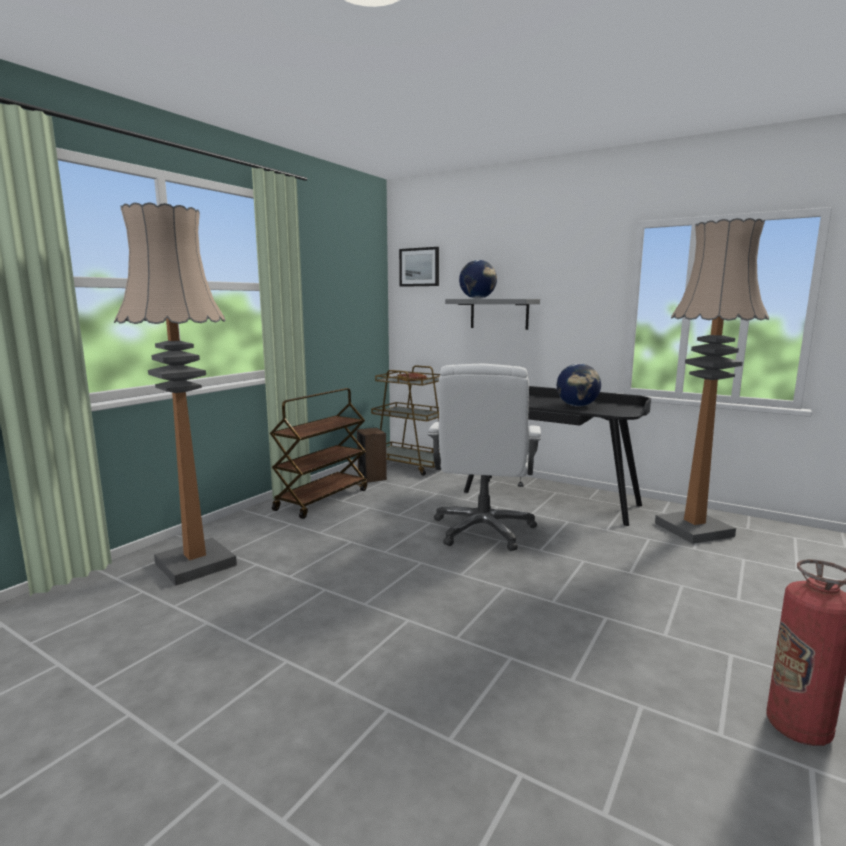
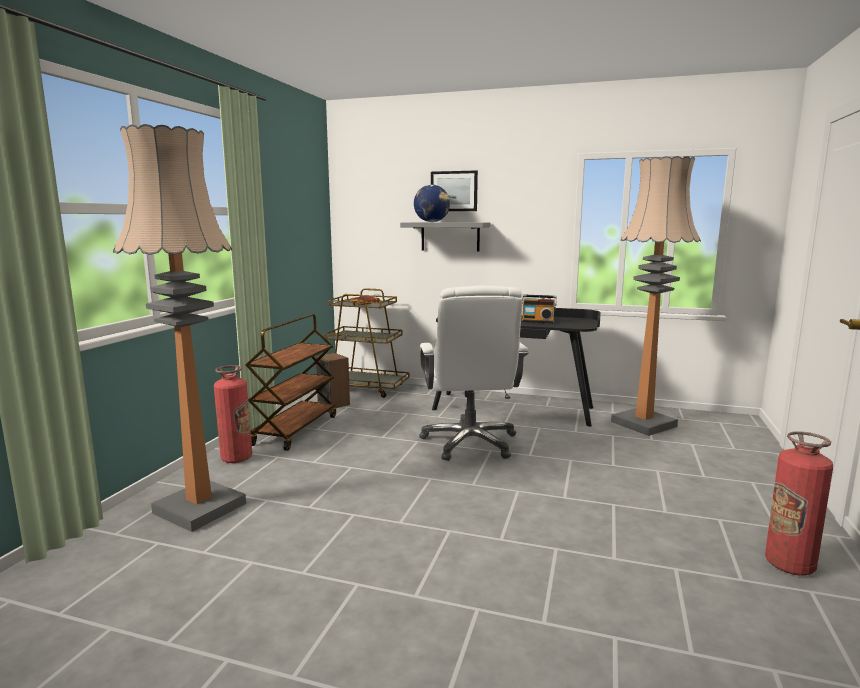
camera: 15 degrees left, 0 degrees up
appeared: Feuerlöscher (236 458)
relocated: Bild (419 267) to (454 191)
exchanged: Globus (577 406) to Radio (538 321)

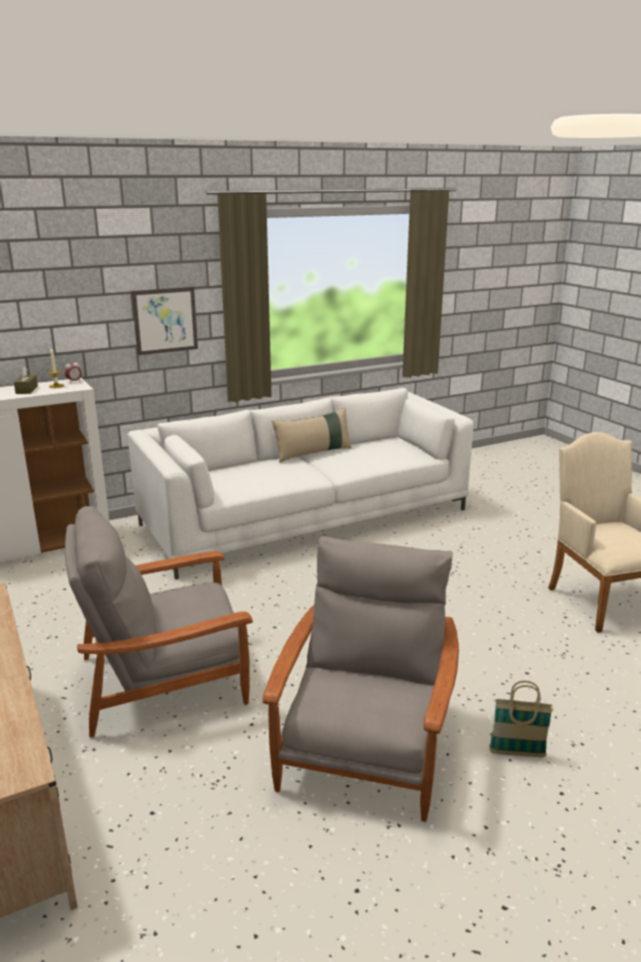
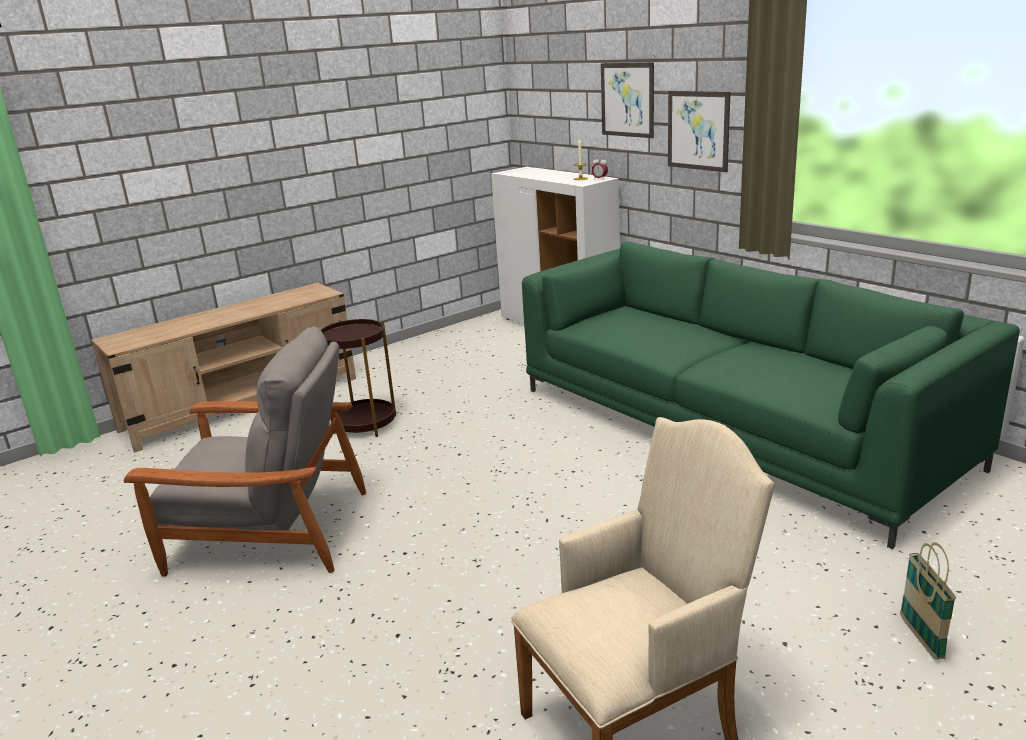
camera: 80 degrees right, 0 degrees up
missing: Taschentuchbox [braun] (26 390); Kissen [beige] (313 453)
appeared: Bild (627 100)
relocated: Korb (517 753) to (921 638)
exchanged: Sessel [grau] (165 679) to Beistelltisch [braun] (365 424)
colour: Sofa [weiß] (306 517) to Sofa [grün] (729 426)

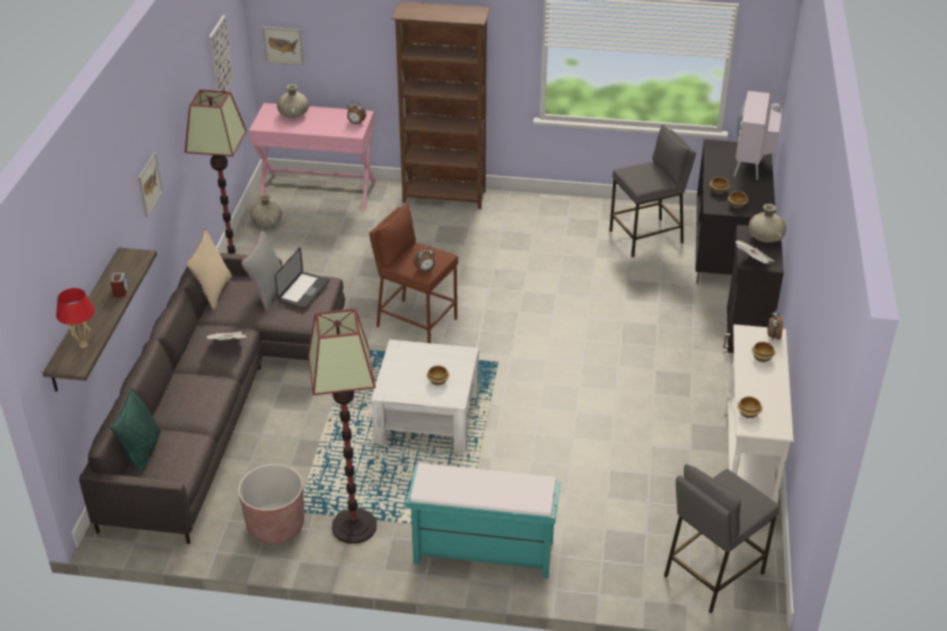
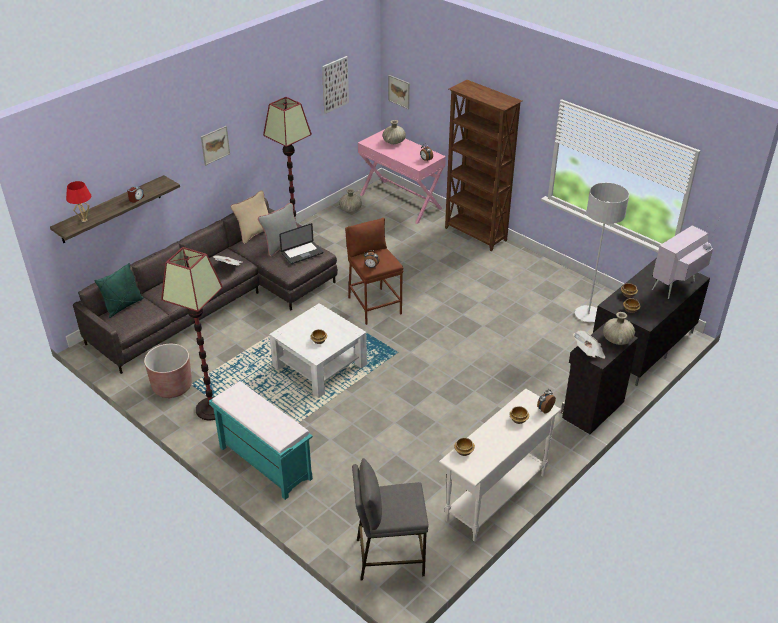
camera: 35 degrees right, 0 degrees up
exchanged: Hocker [grau] (647 237) to Stehlampe [grau] (588 315)

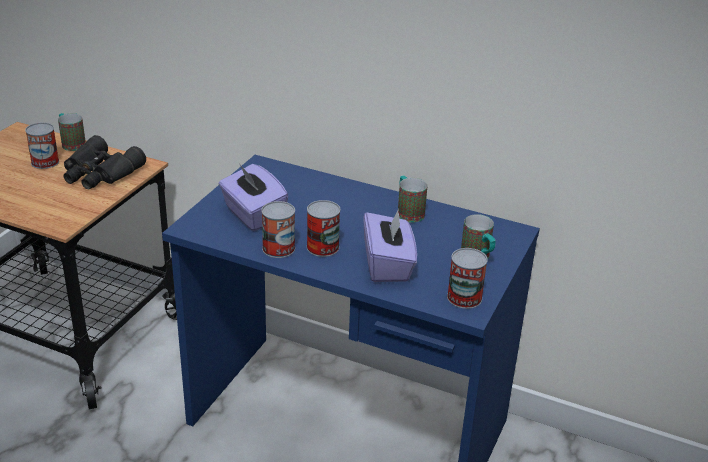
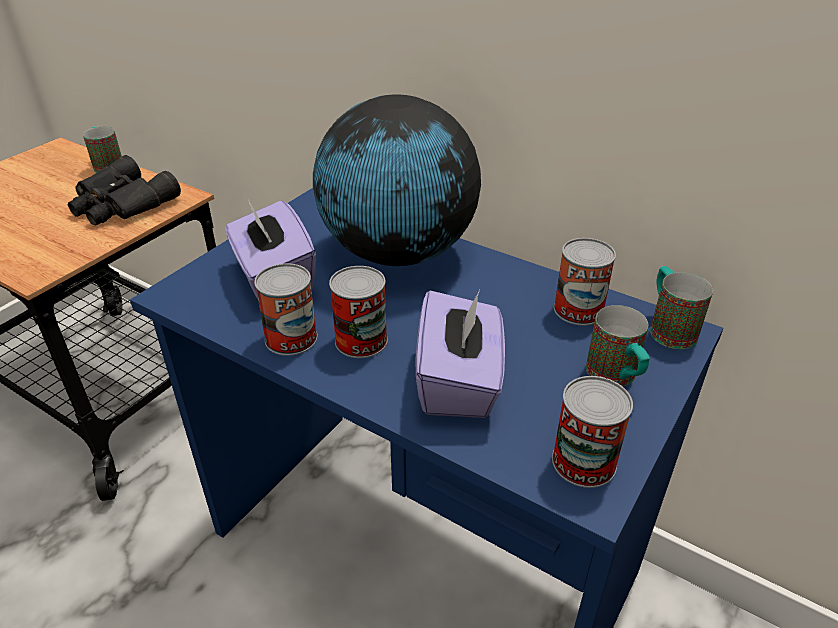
camera: 10 degrees right, 5 degrees up
appeared: Globus (397 253)
relocated: Dose (45 162) to (578 310); Henkelbecher (408 212) to (668 327)

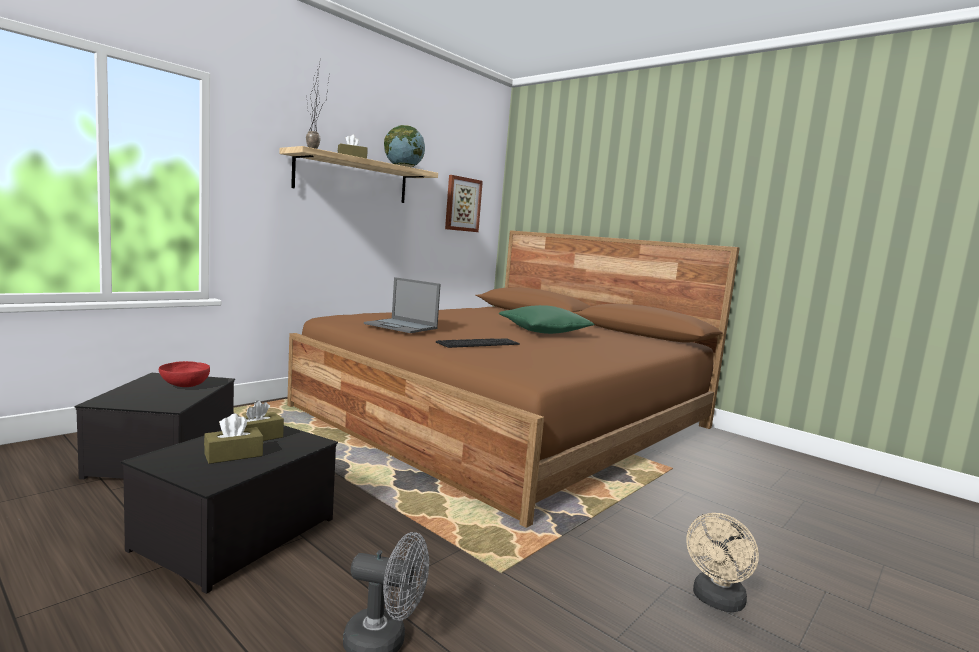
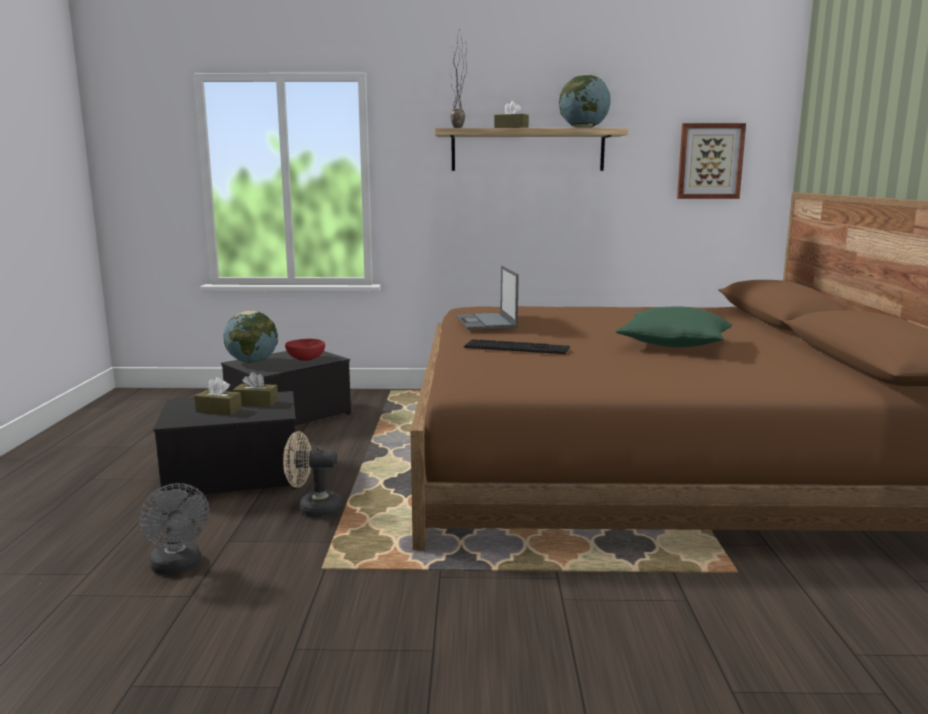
camera: 50 degrees right, 5 degrees up
appeared: Globus (252 362)
relocated: Ventilator [beige] (716 601) to (313 509)

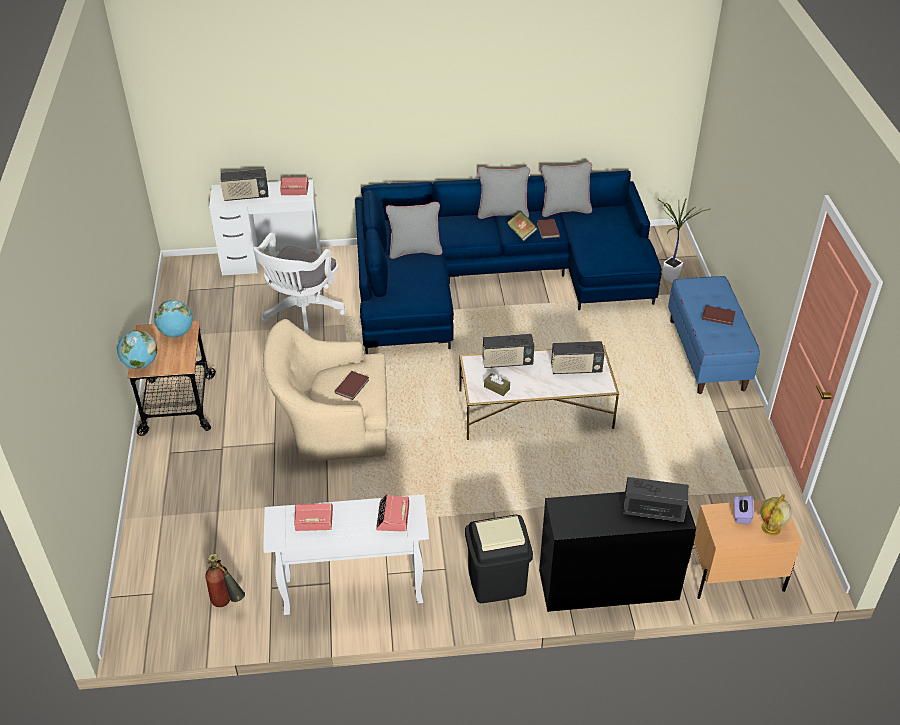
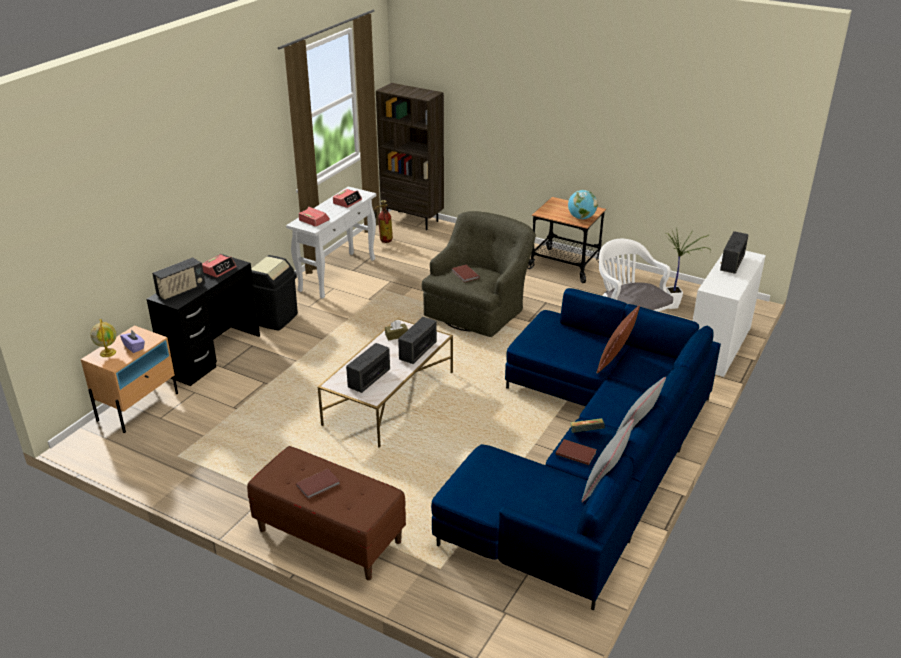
camera: 125 degrees right, 10 degrees down
missing: Globus (140 364)
appeared: Bücherregal [braun] (413 220)
relocated: Wecker (294 189) to (219 269); Topfpflanze (669 276) to (675 307)
colour: Sessel [beige] (332 426) to Sessel [grün] (478 309); Kissen [grau] (415 251) to Kissen [braun] (615 362); Bank [blau] (707 355) to Bank [braun] (329 536)

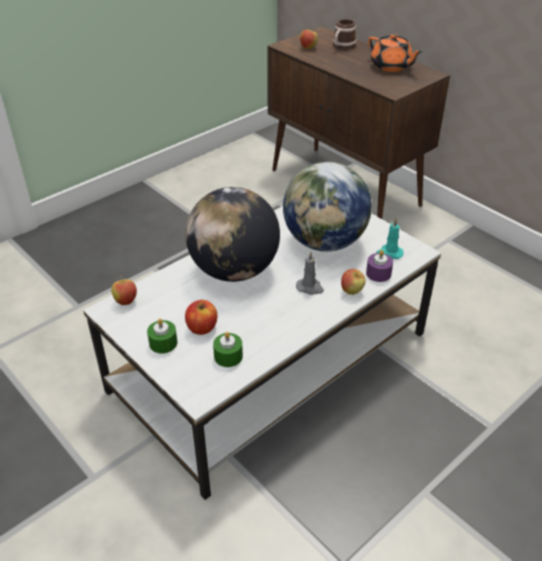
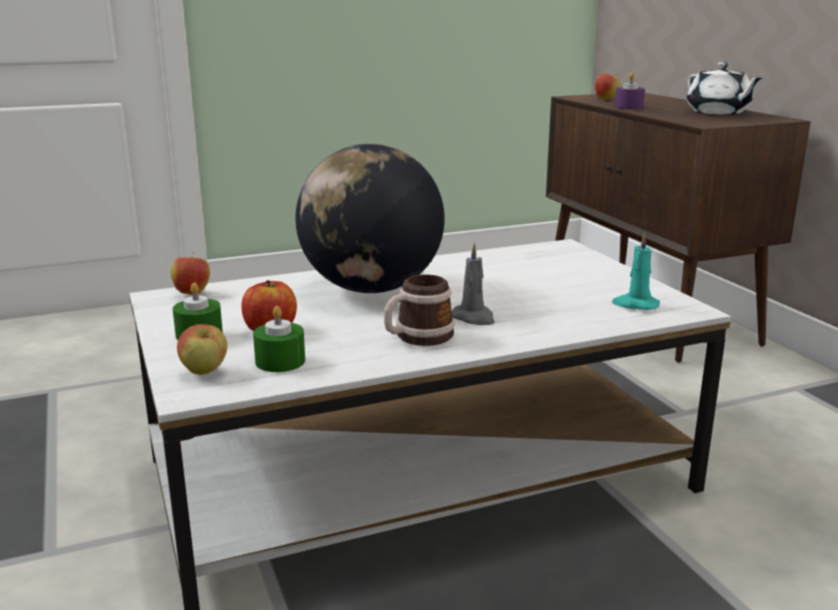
camera: 20 degrees right, 20 degrees down
missing: Globus (325 242)
relocated: Henkelbecher (342 46) to (417 337); Apfel (352 291) to (205 373); Kerze [lila] (378 273) to (629 107)
colour: Teekanne [orange] (391 67) to Teekanne [weiß] (718 112)

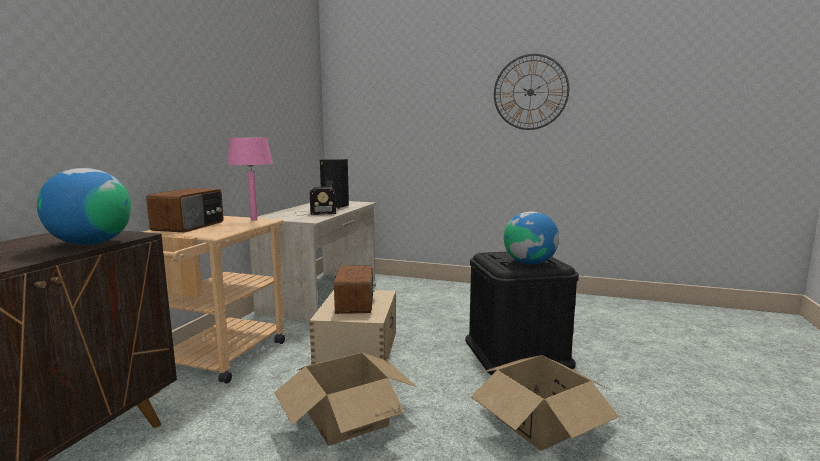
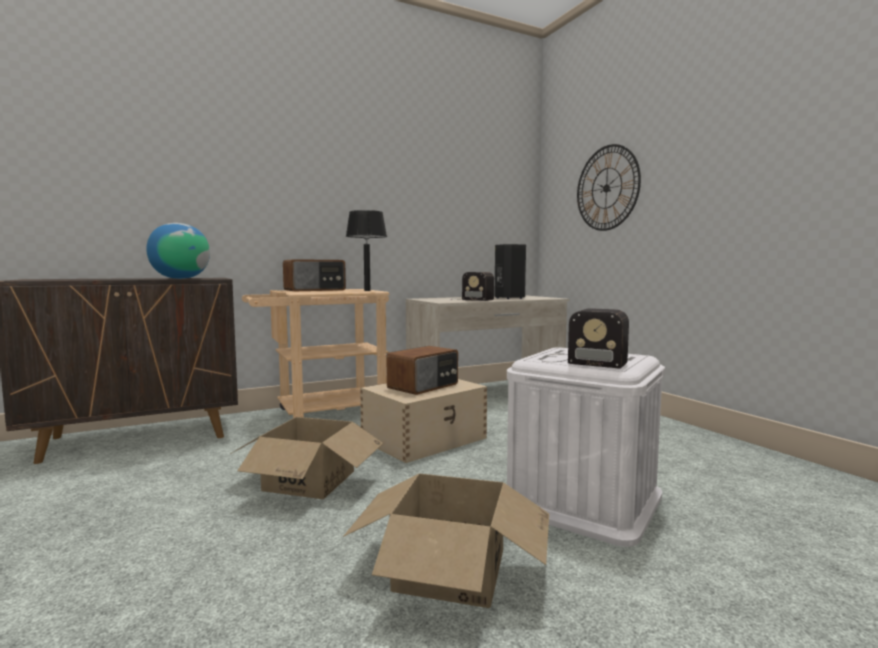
camera: 45 degrees right, 5 degrees down
relocated: Wanduhr (530 92) to (606 188)
exchanged: Globus (529 263) to Radio (579 360)
colour: Tischlampe [rosa] (254 220) to Tischlampe [schwarz] (367 290); Aufbewahrungsbox [schwarz] (517 352) to Aufbewahrungsbox [weiß] (582 500)

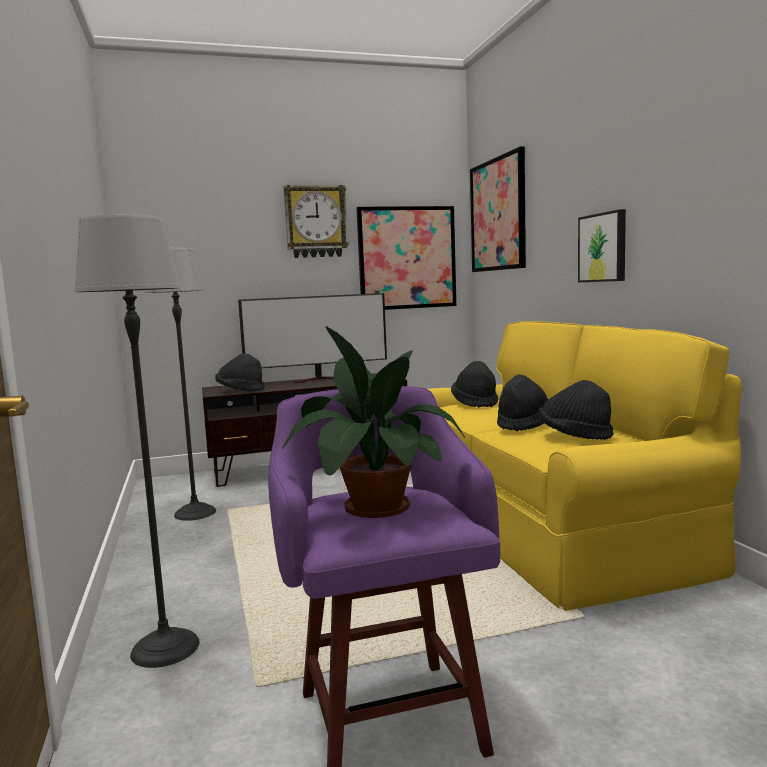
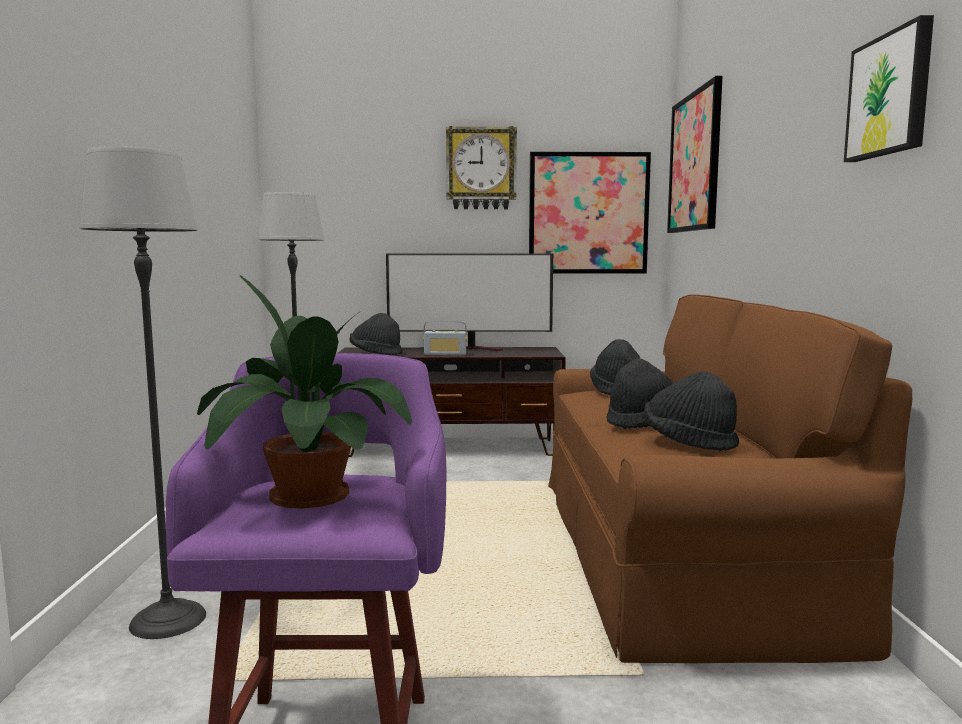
camera: 15 degrees right, 0 degrees up
appeared: Radio (445 354)
relocated: Bild (603 247) to (890 95)
colour: Sofa [gelb] (542 523) to Sofa [braun] (672 549)

